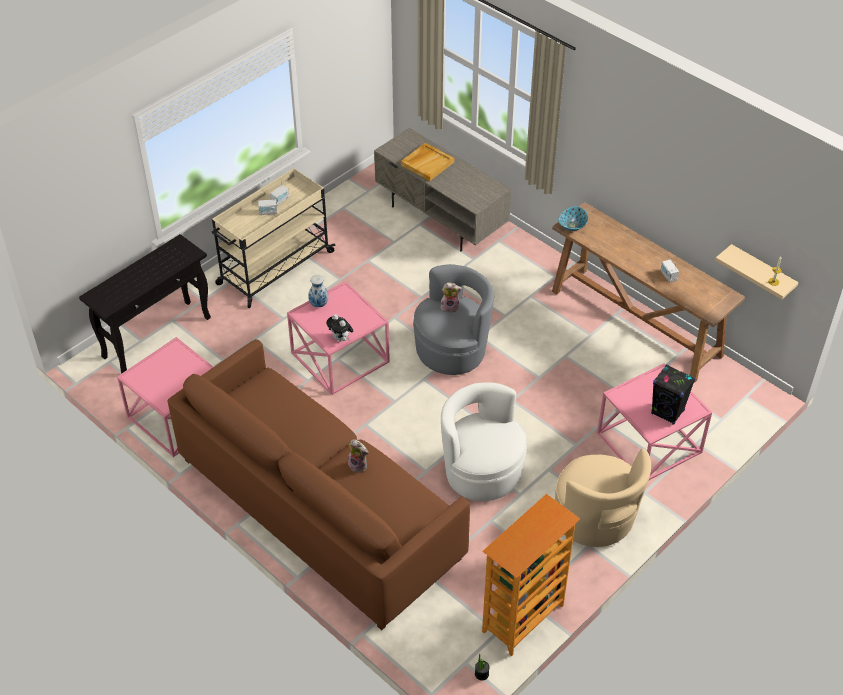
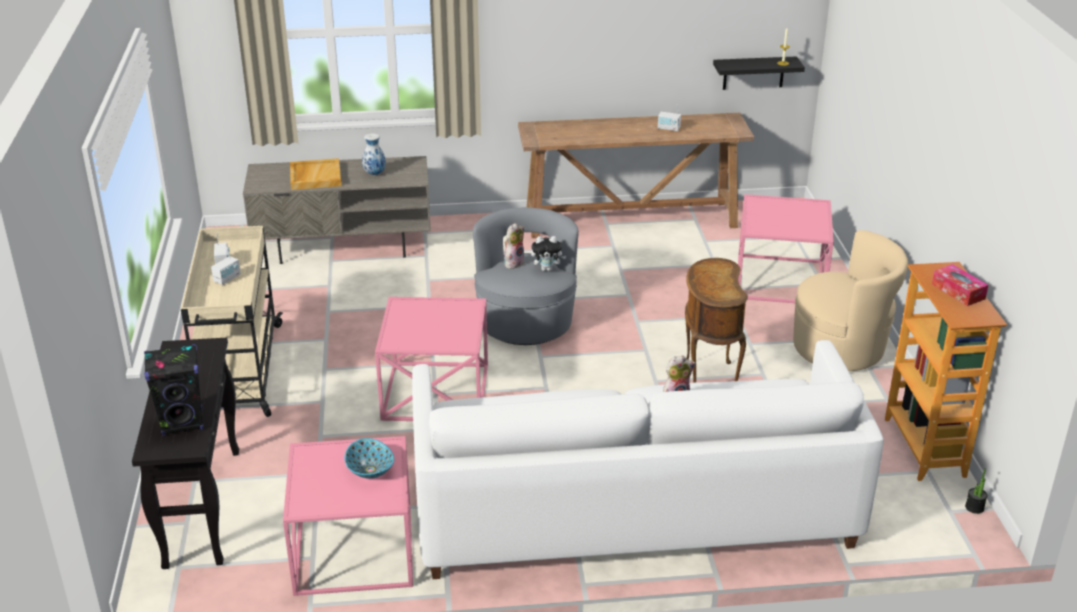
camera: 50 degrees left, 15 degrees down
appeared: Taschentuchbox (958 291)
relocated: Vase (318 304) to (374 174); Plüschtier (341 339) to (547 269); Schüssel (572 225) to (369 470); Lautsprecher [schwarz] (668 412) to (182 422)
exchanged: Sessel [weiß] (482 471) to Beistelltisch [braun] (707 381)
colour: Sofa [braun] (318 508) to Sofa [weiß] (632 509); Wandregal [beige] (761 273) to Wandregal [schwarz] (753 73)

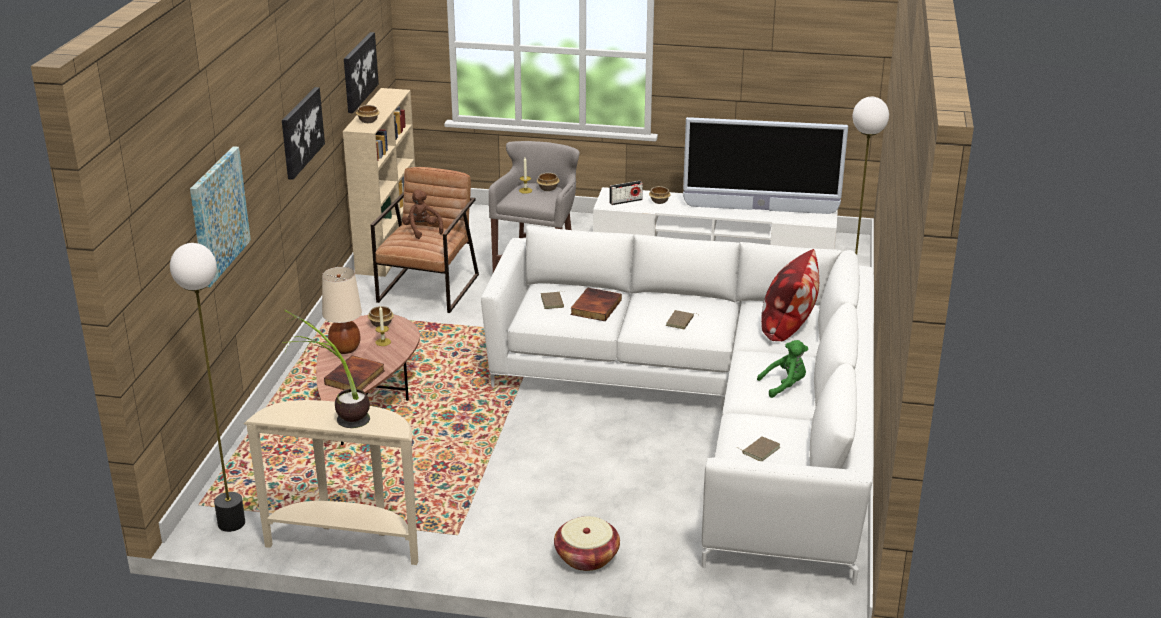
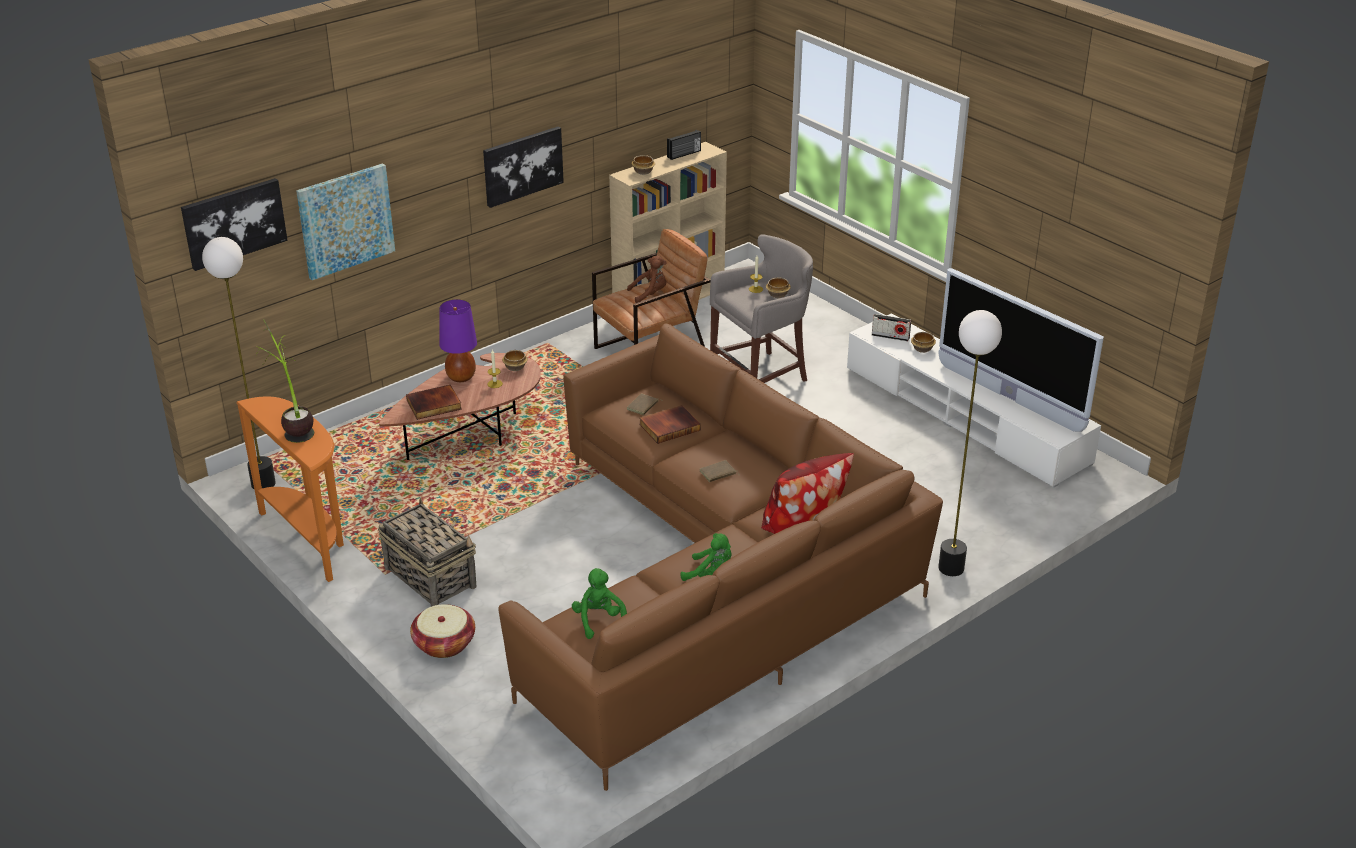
camera: 40 degrees right, 5 degrees up
appeared: Korb (430 577); Radio (684 154)
relocated: Bild (359 71) to (234 223)
exchanged: Buch [braun] (760 450) to Plüschtier [grün] (599 620)
colour: Konsolentisch [beige] (346 543) to Konsolentisch [orange] (309 539); Tischlampe [beige] (345 349) to Tischlampe [lila] (460 377); Sofa [weiß] (716 417) to Sofa [braun] (715 583)
spun: Plüschtier [braun] (422 230) = (650 294) 60 degrees clockwise

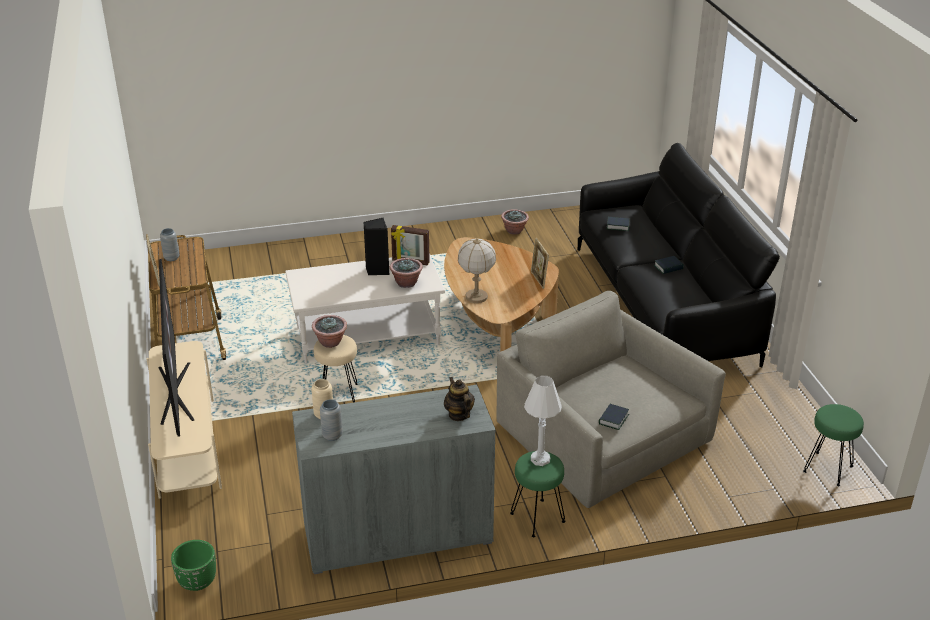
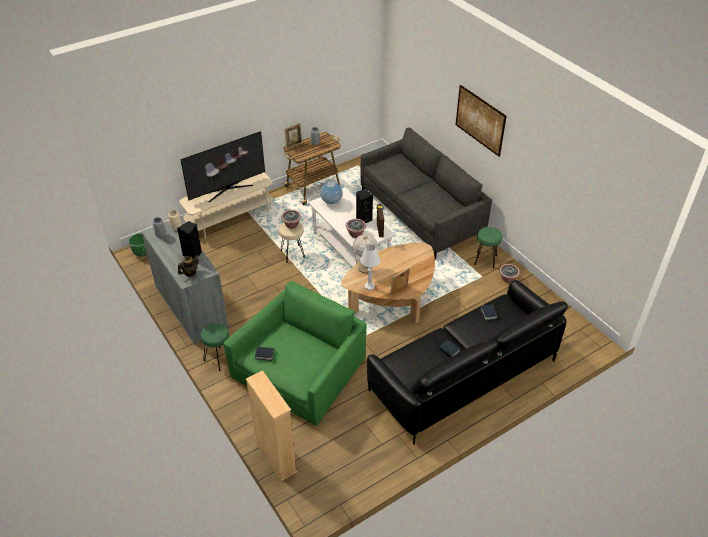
camera: 70 degrees right, 10 degrees up
appeared: Lautsprecher [schwarz] (193 254); Bücherregal [beige] (276 457); Globus (331 202); Sofa [grau] (421 214); Bild (480 120)
relocated: Tischlampe [weiß] (540 459) to (369 287); Hocker [grün] (828 468) to (486 260)
colour: Sessel [grau] (601 436) to Sessel [grün] (300 371)

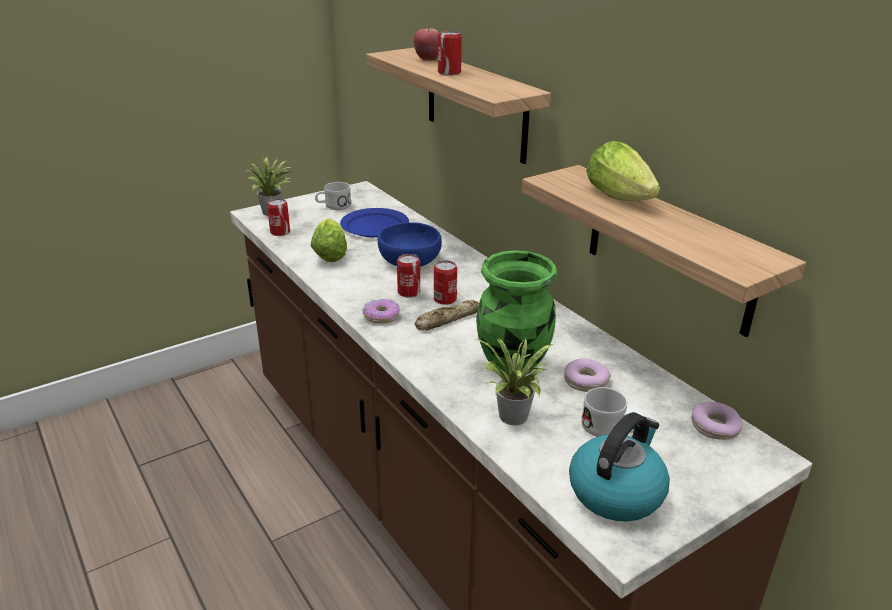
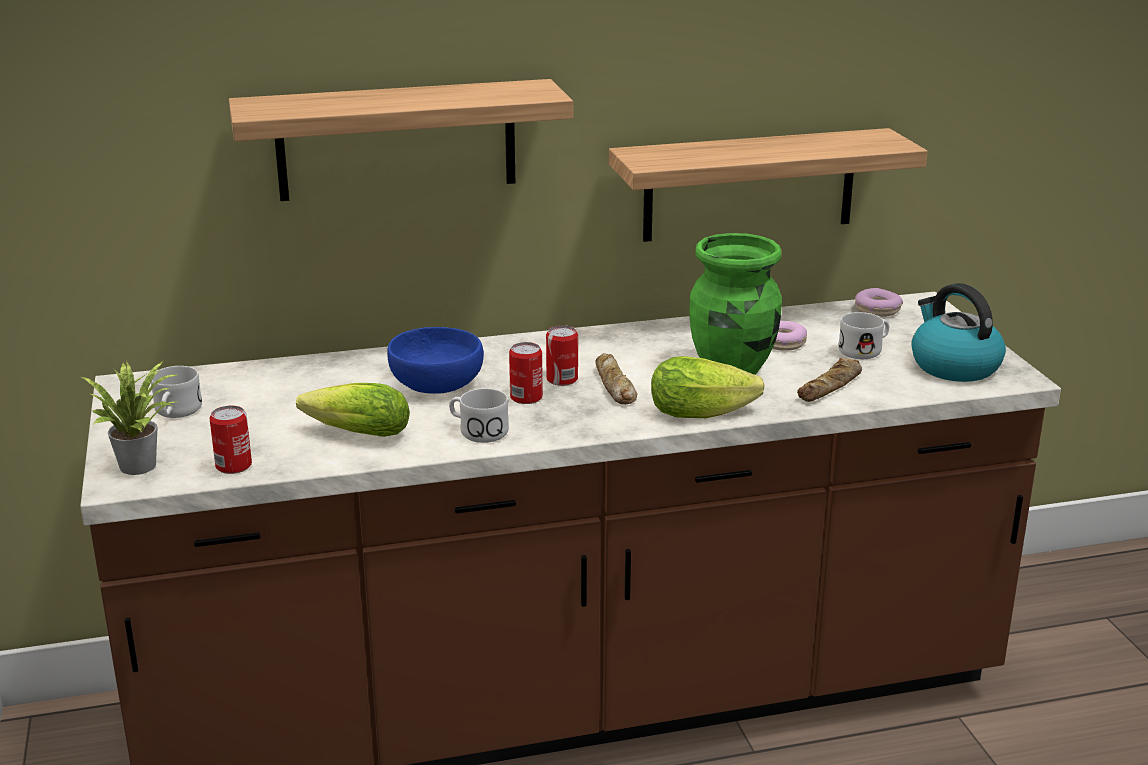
camera: 70 degrees left, 5 degrees down
missing: Teller [blau] (375 226); Donut (381 316); Apfel (428 59); Dose (449 72)
appeared: Henkelbecher [weiß] (477 431)
relocated: Salatkopf (622 197) to (707 412)
exchanged: Topfpflanze (512 418) to Brot (831 387)

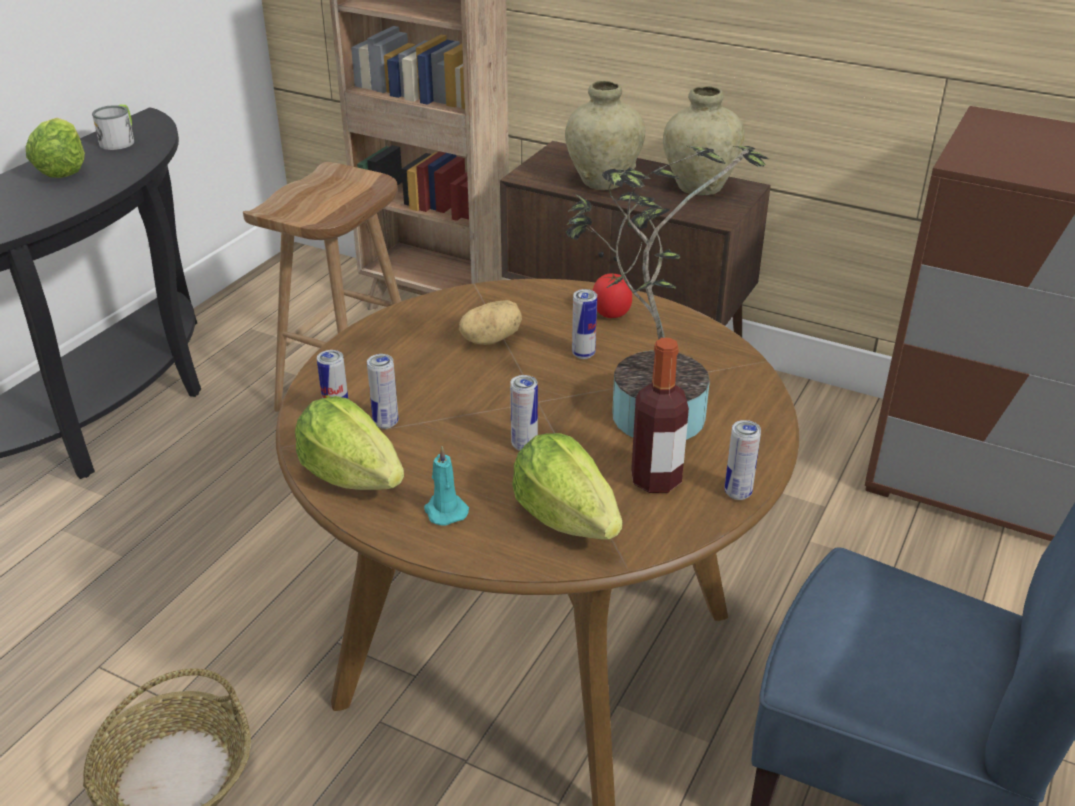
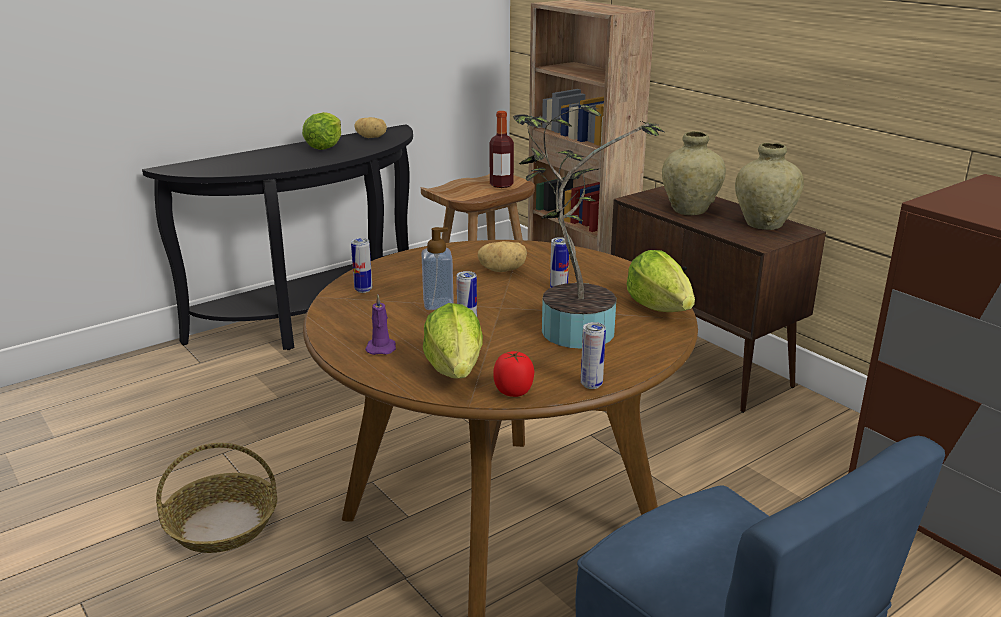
camera: 25 degrees right, 10 degrees down
missing: Dose (386 423)
appeared: Seifenspender (438 304)
relocated: Salatkopf (352 476) to (659 307); Tomate (611 313) to (514 392); Flasche (656 480) to (501 185)
exchanged: Henkelbecher (120 140) to Kartoffel (371 137)
colour: Kerze [türkis] (444 510) to Kerze [lila] (381 348)

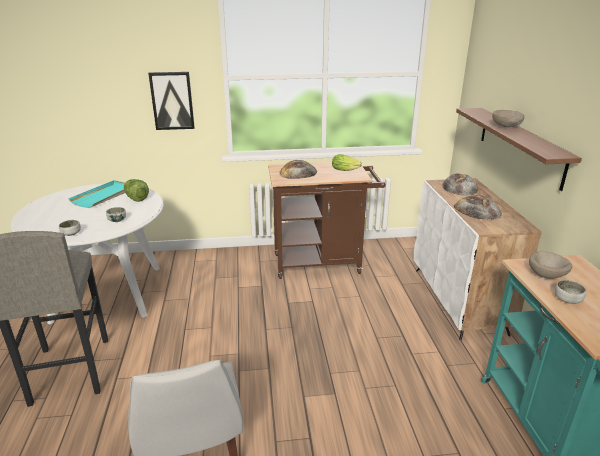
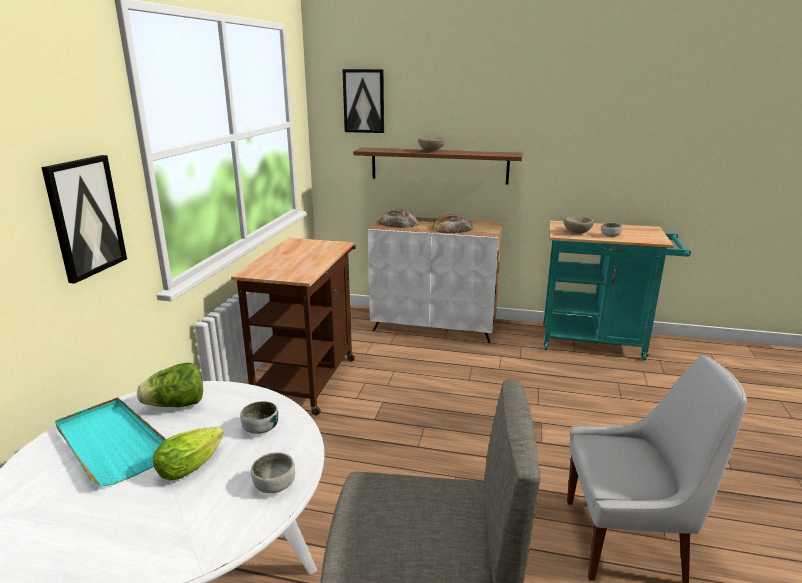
camera: 70 degrees left, 5 degrees down
missing: Brot (298 172)
appeared: Bild (364 101)
relocated: Salatkopf (346 170) to (194 464)

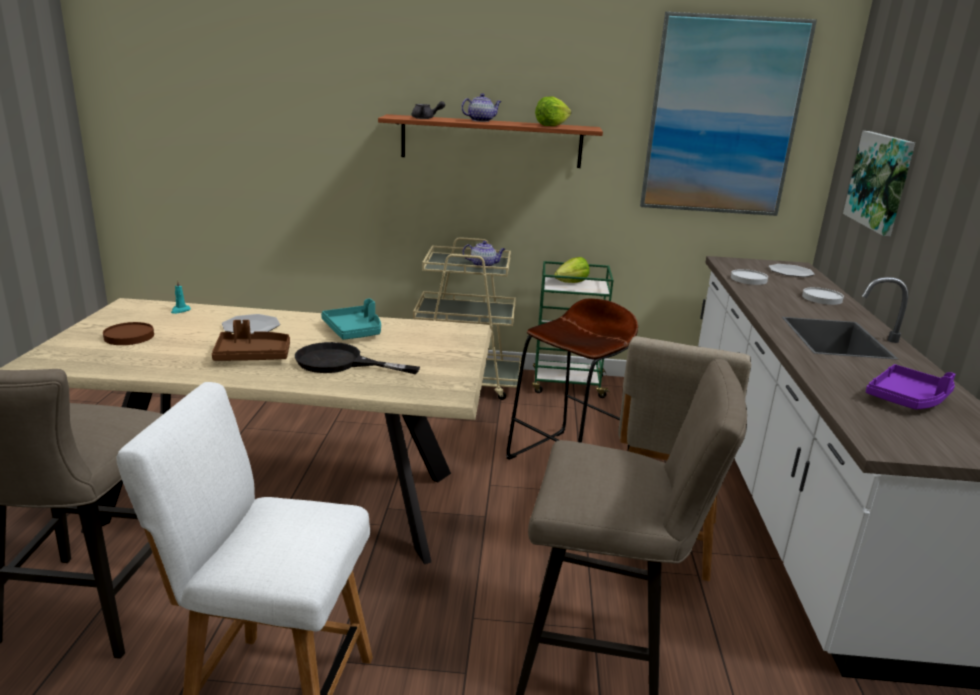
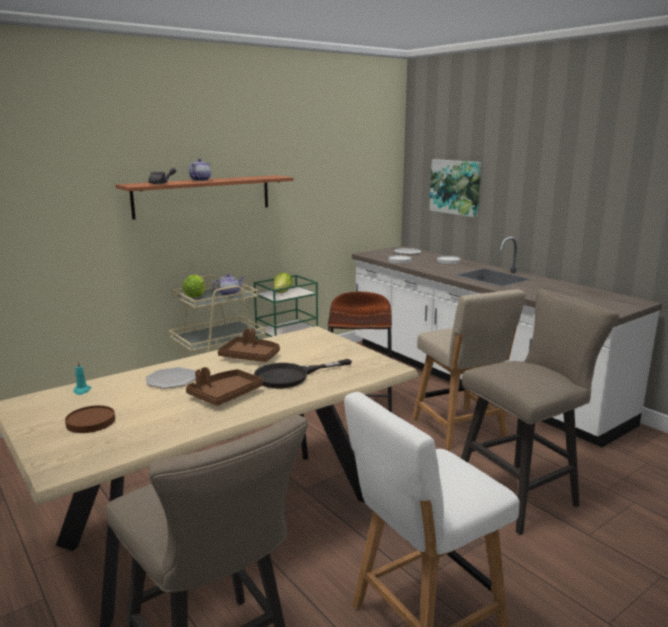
camera: 40 degrees left, 5 degrees down
missing: Bild (722 117); Tablett [lila] (907 399)
relocated: Salatkopf (551 125) to (196 295)
colour: Tablett [türkis] (354 331) to Tablett [braun] (250 356)

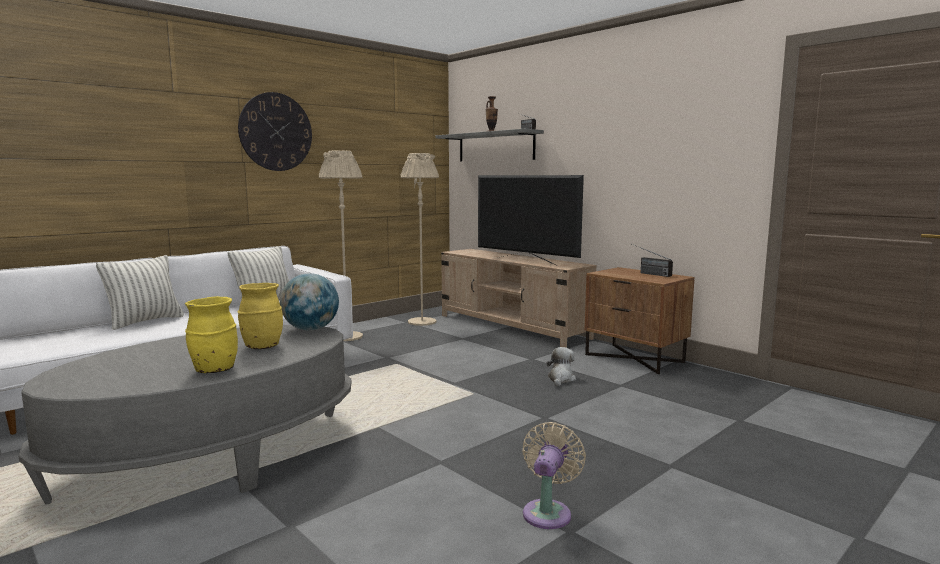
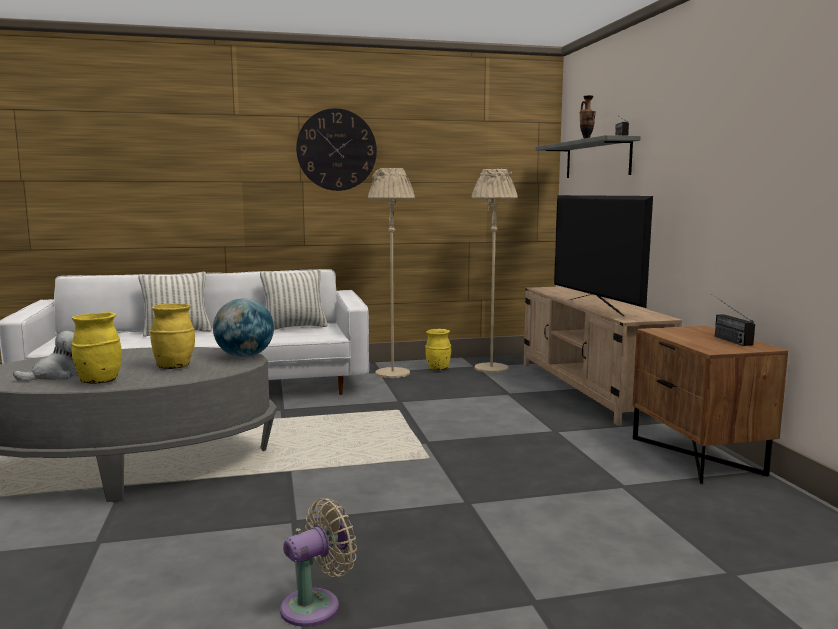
camera: 30 degrees right, 0 degrees up
appeared: Vase [gelb] (438 369)
relocated: Plüschtier (560 379) to (57 375)

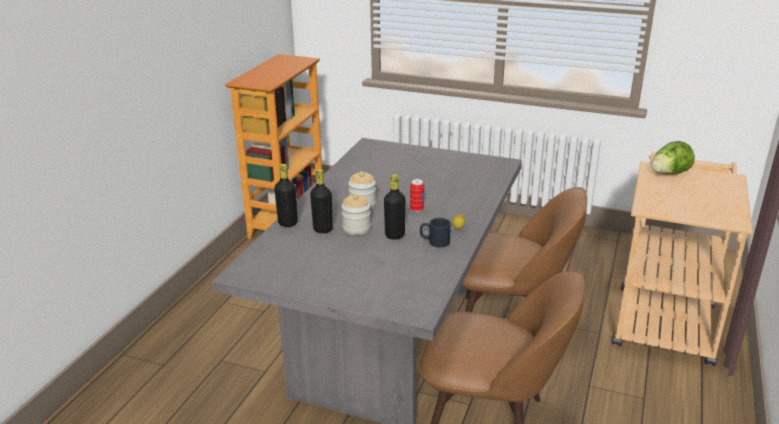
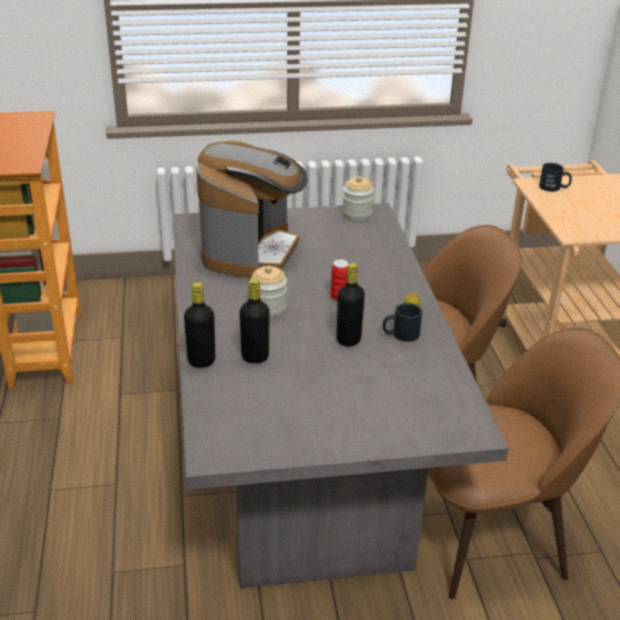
camera: 30 degrees left, 5 degrees up
appeared: Kaffeemaschine (251 252)
relocated: Vorratsglas (356 228) to (357 214)
exchanged: Salatkopf (669 174) to Henkelbecher [schwarz] (554 188)

